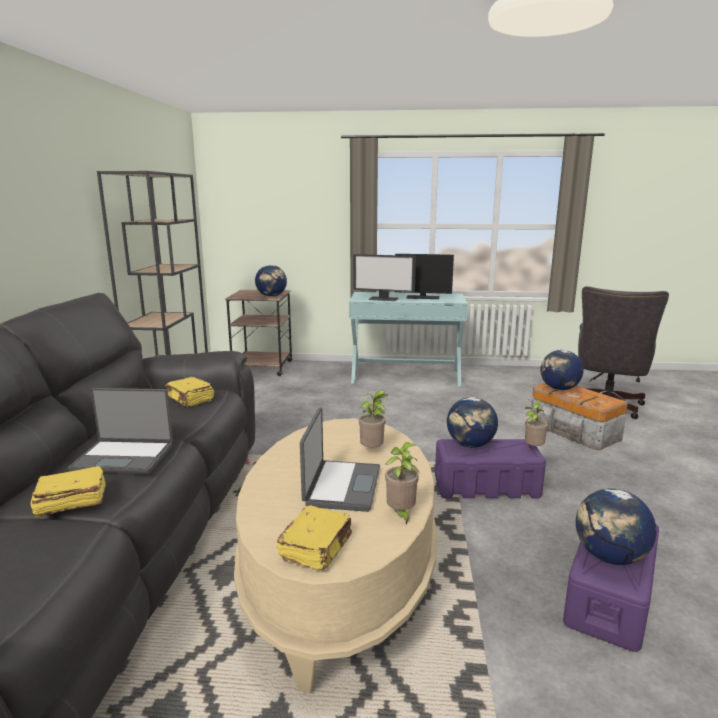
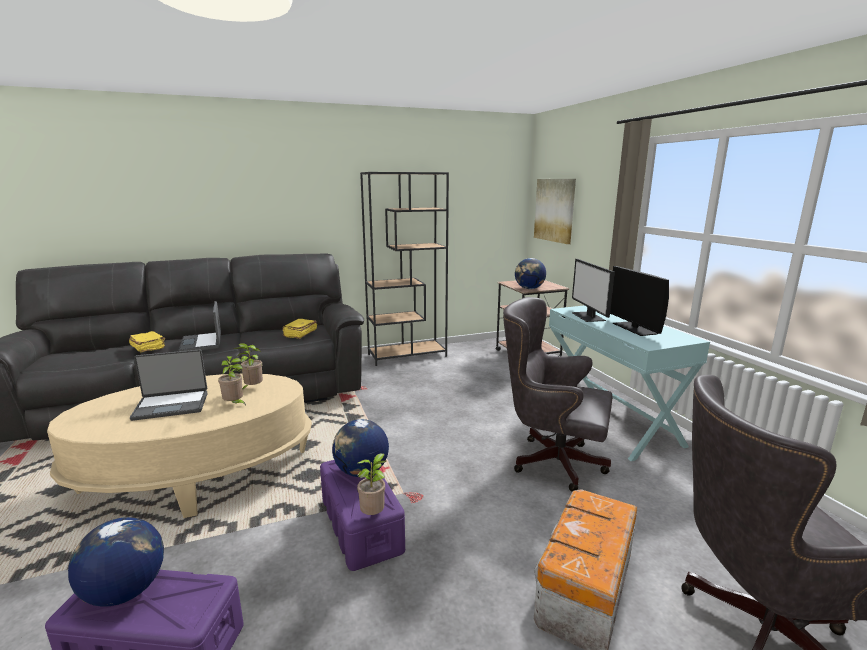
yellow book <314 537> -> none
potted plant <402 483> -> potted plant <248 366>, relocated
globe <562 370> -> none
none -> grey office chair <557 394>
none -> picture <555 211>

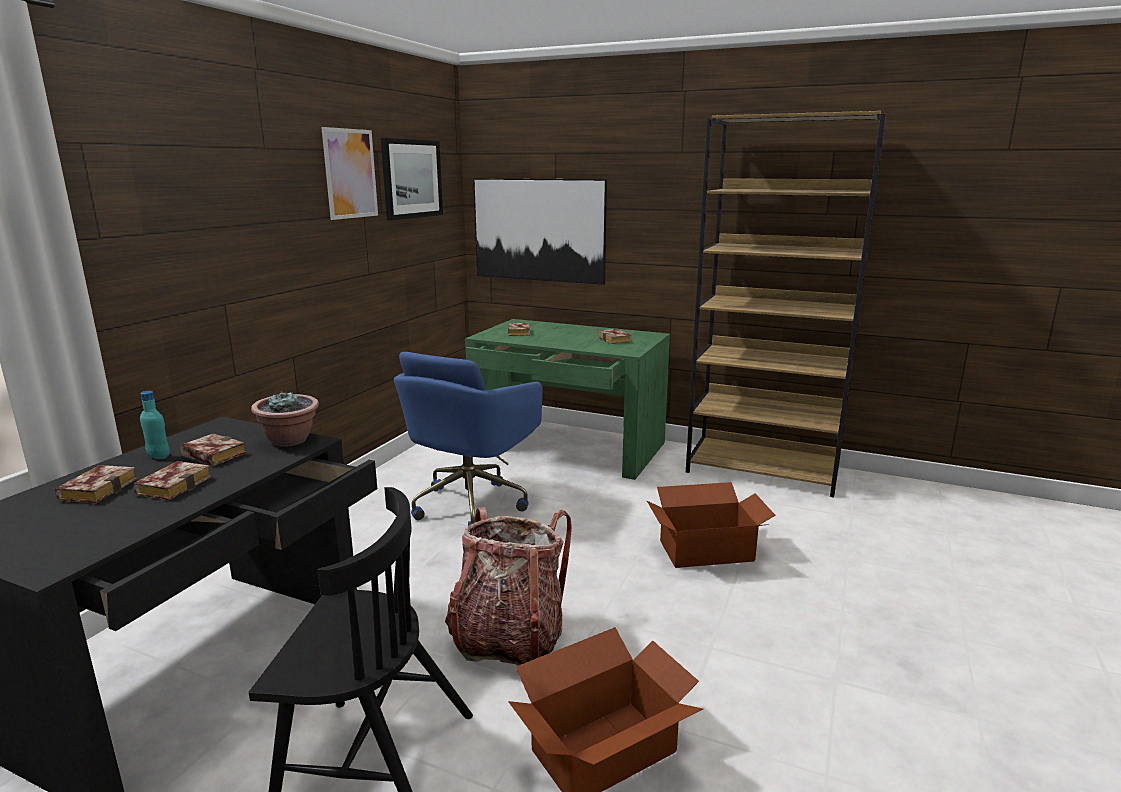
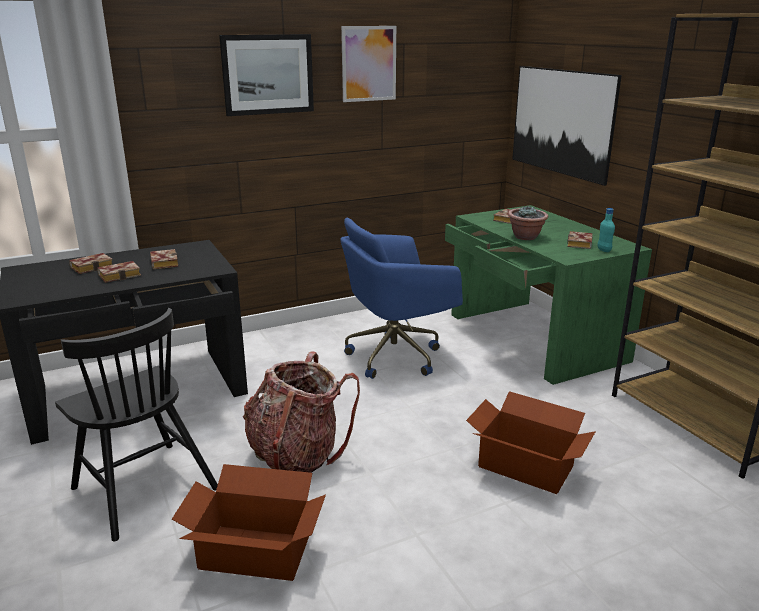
turquoise bottle <155 425> -> turquoise bottle <606 230>, relocated
potted plant <285 419> -> potted plant <528 223>, relocated
picture <412 179> -> picture <266 75>, relocated

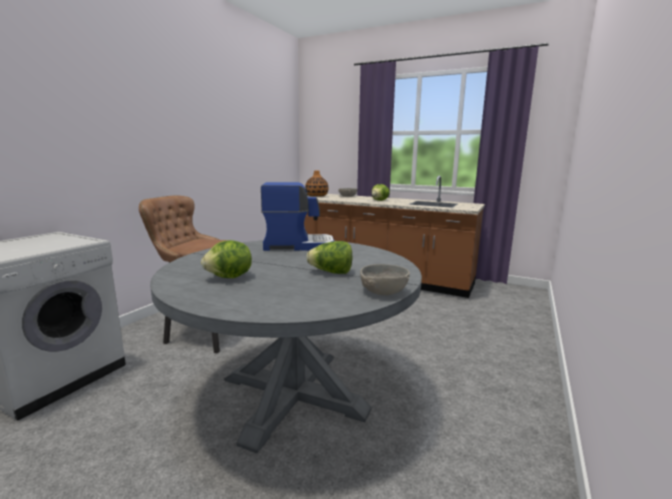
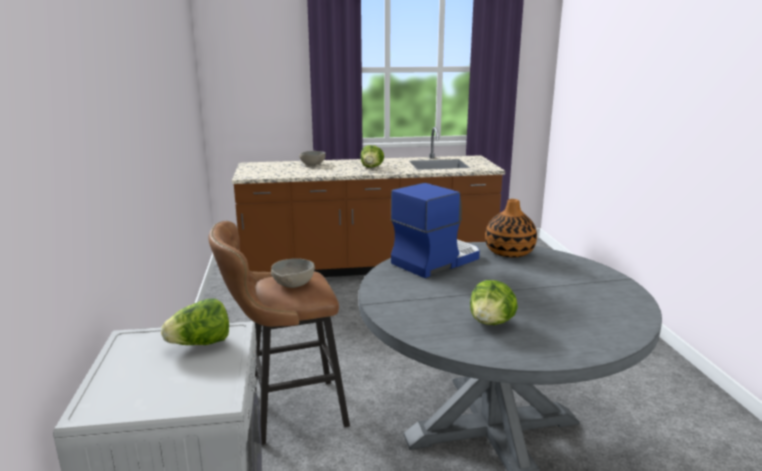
vase <317 183> -> vase <511 228>, relocated
lettuce <330 257> -> lettuce <195 322>, relocated
grey bowl <385 279> -> grey bowl <293 273>, relocated

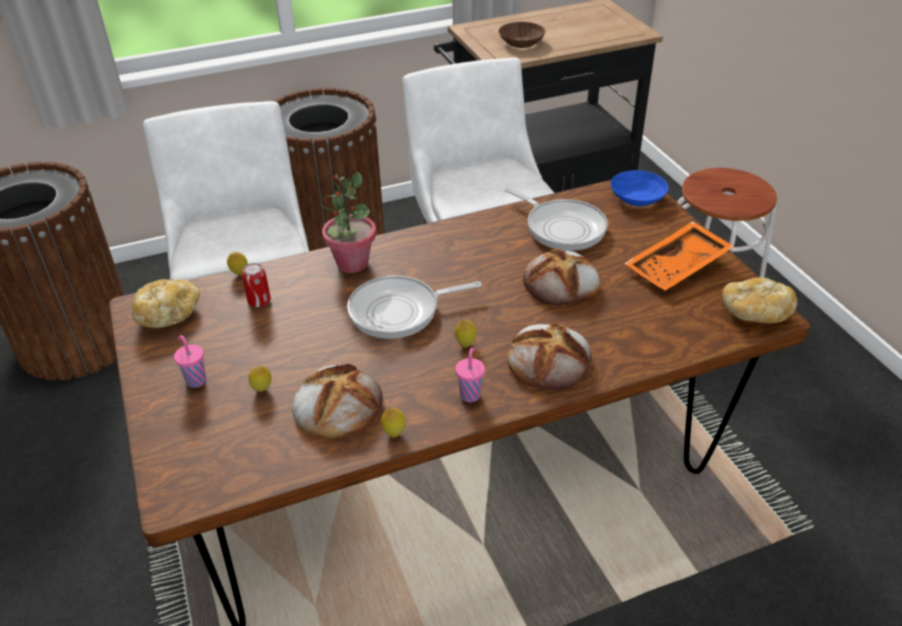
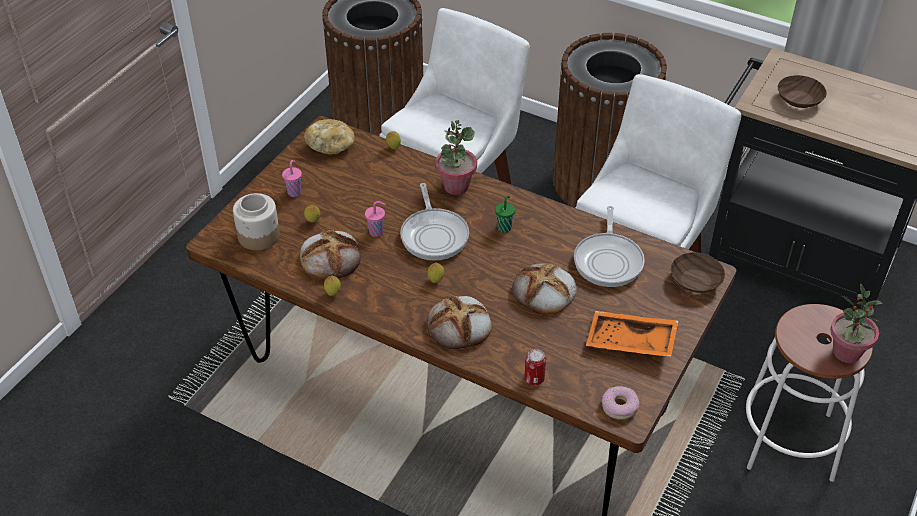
can <256 285> -> can <535 367>, relocated
frying pan <414 307> -> frying pan <434 222>, 135 degrees counterclockwise
pink cup <470 375> -> pink cup <375 219>, relocated
blue bowl <640 188> -> brown bowl <698 272>
bread <759 300> -> donut <621 403>
none -> jar <256 221>
none -> green cup <505 214>
none -> potted plant <856 323>

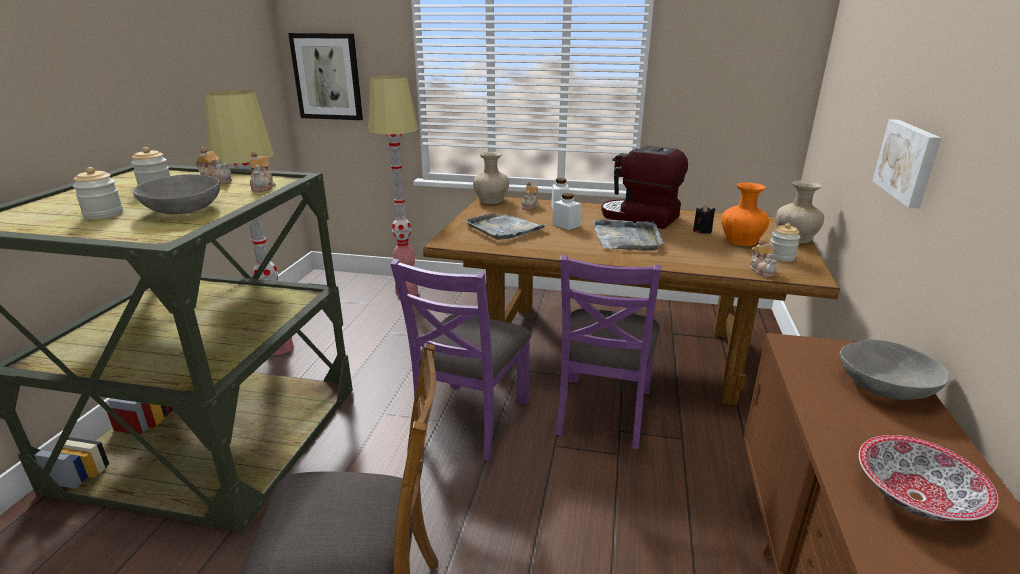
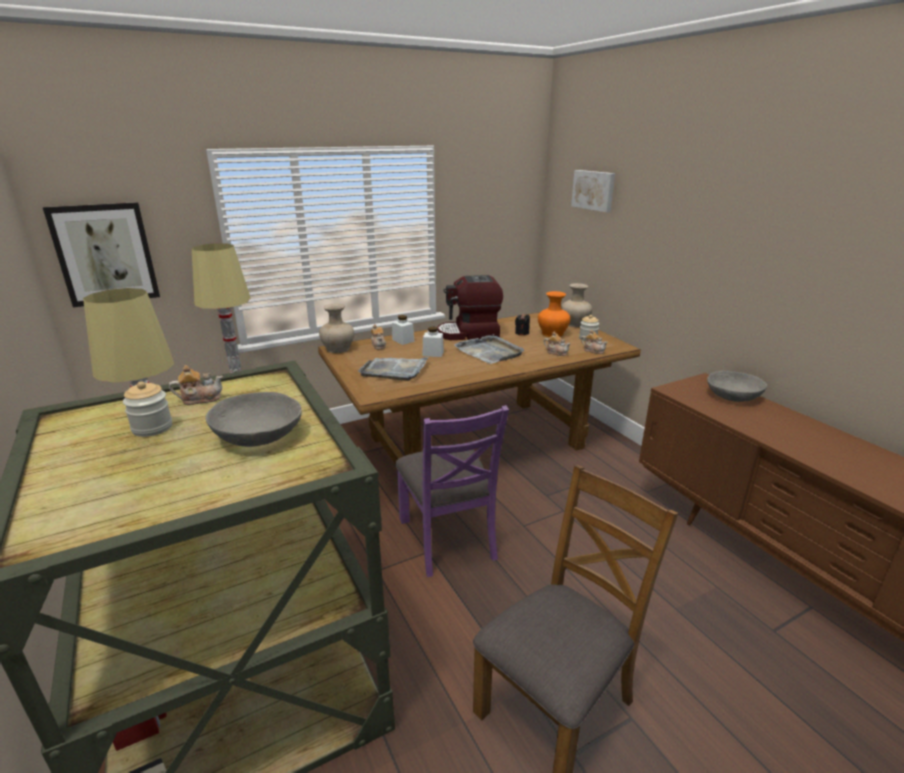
jar <98 193> -> none
teapot <263 171> -> teapot <557 343>, relocated
purple chair <608 352> -> none
bowl <928 478> -> none
picture <907 163> -> picture <593 191>, relocated

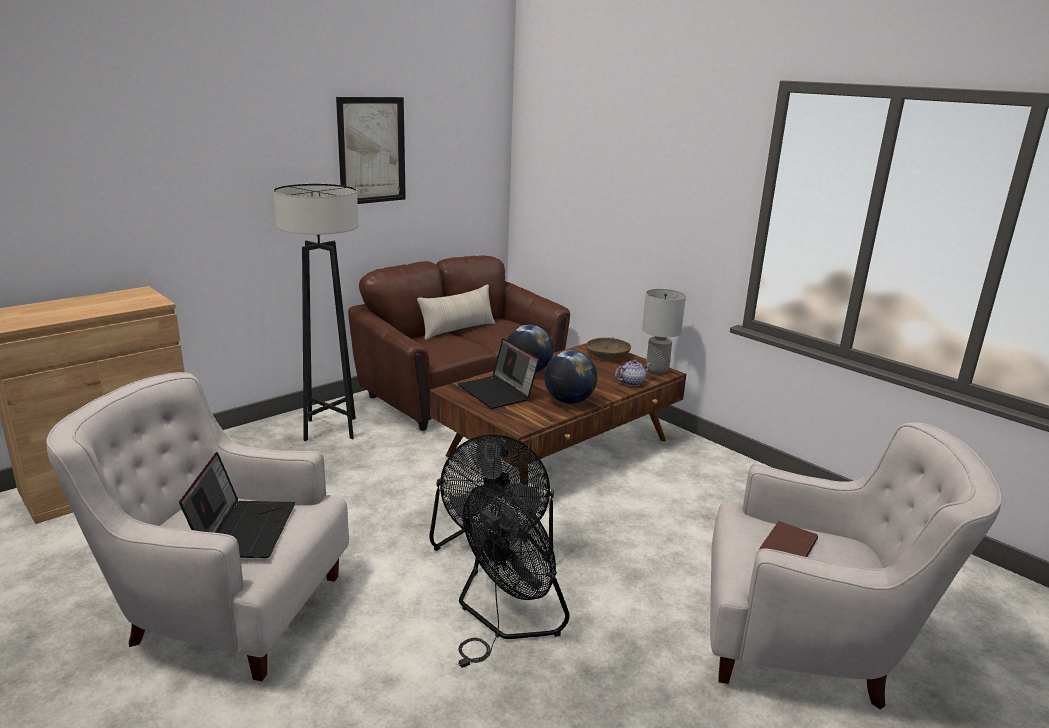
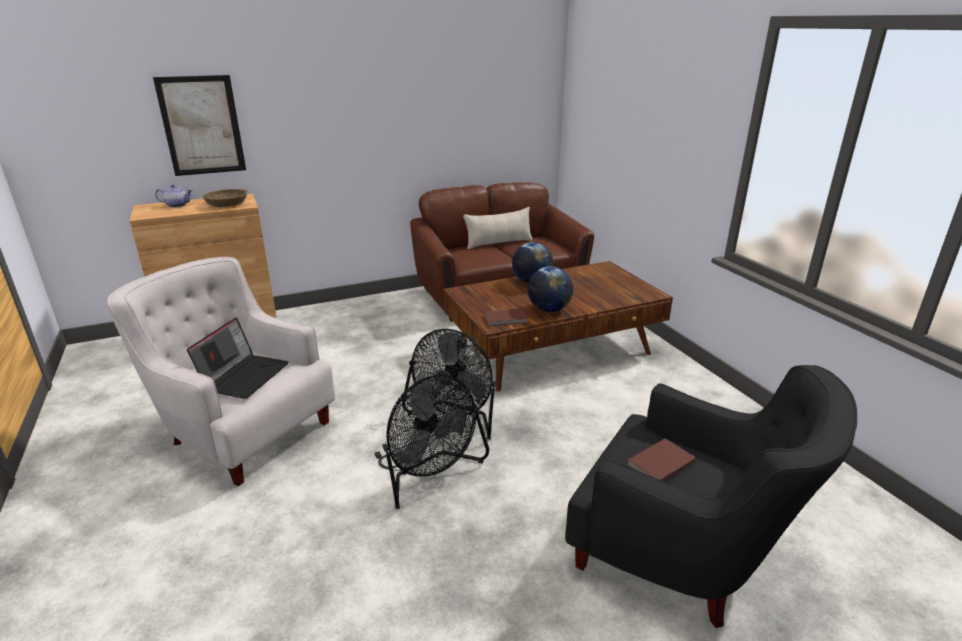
grey floor lamp <316 312> -> none
picture <371 150> -> picture <199 125>, relocated
black fan <513 576> -> black fan <432 442>, 75 degrees clockwise
laptop <498 373> -> none
brown bowl <608 348> -> brown bowl <225 198>, relocated
teapot <633 373> -> teapot <174 196>, relocated
grey table lamp <664 331> -> none
white armchair <856 566> -> black armchair <711 496>
none -> brown book <506 317>

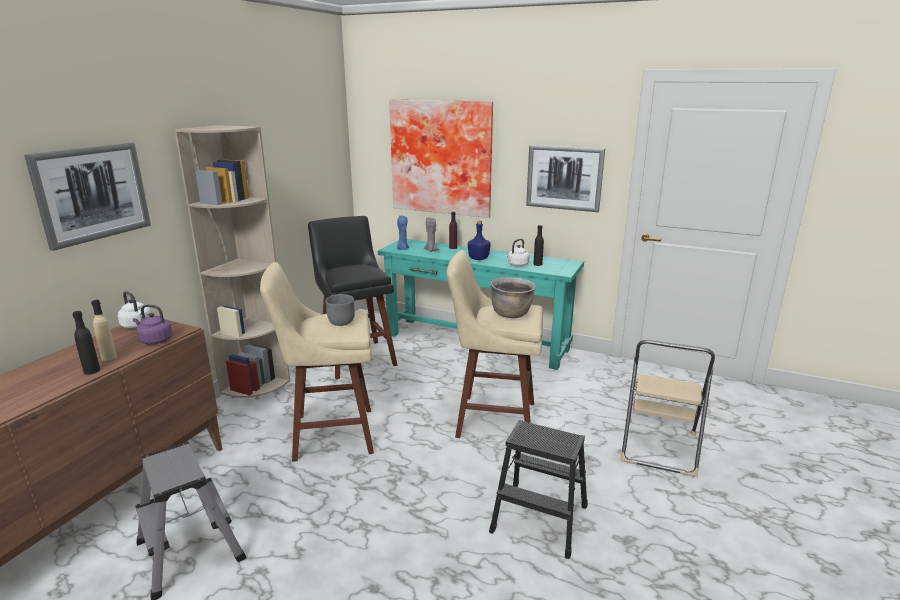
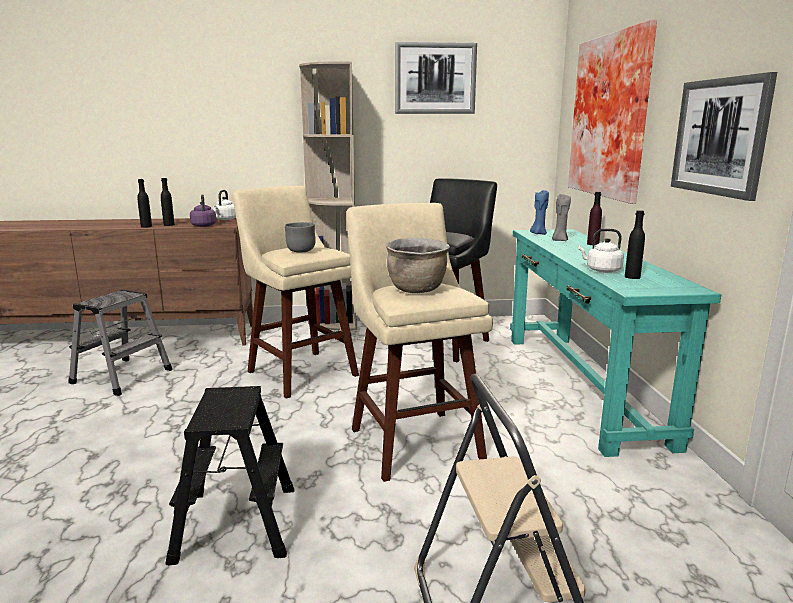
picture <87 197> -> picture <436 78>, relocated
beige bottle <104 330> -> black bottle <168 202>
blue bottle <479 240> -> none

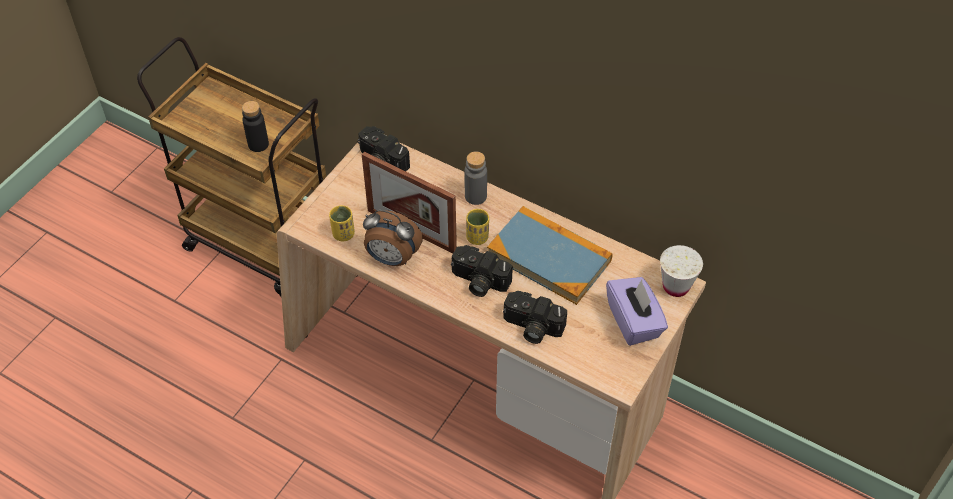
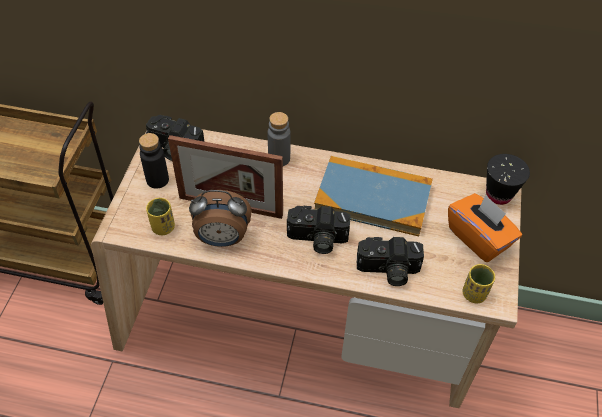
black bottle <255 126> -> black bottle <154 160>, relocated
yellow cup <477 227> -> yellow cup <479 283>, relocated
purple tissue box <637 311> -> orange tissue box <485 227>
white cup <681 271> -> black cup <508 179>

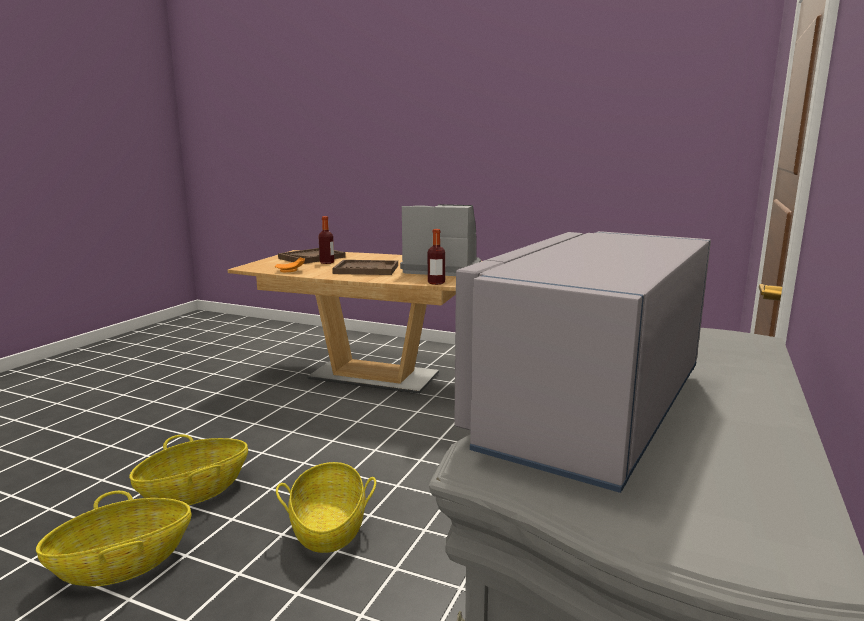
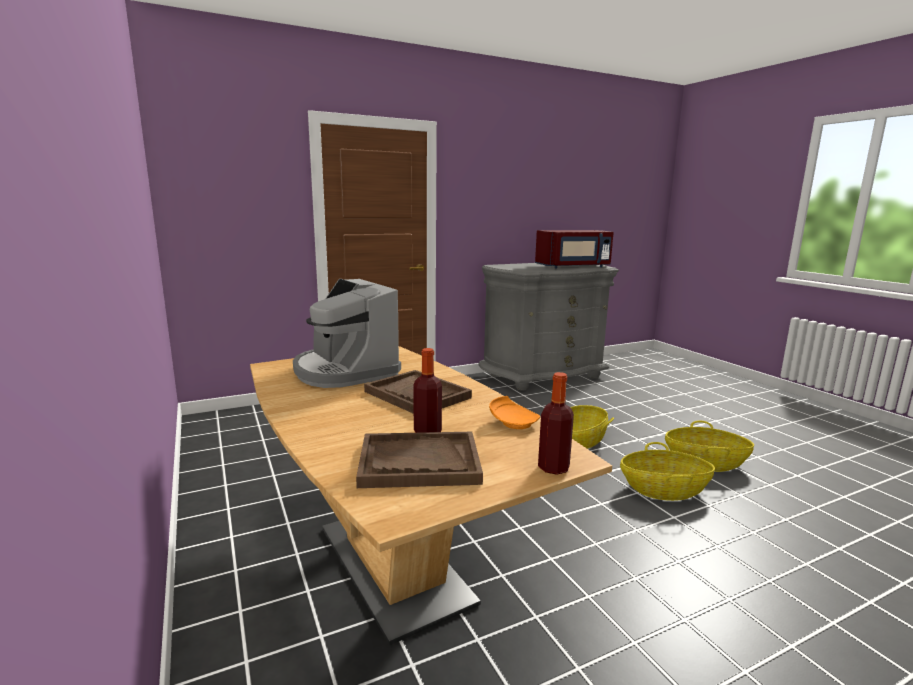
bottle <436 257> -> bottle <556 423>, relocated
grey microwave <582 362> -> red microwave <574 249>

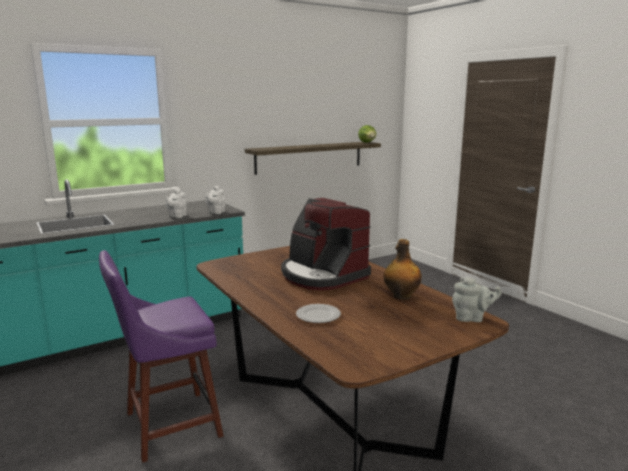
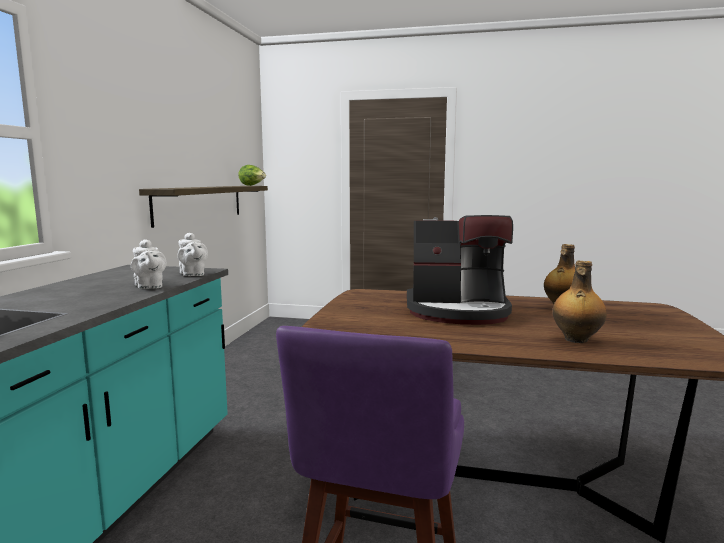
plate <318 313> -> bottle <579 302>
grey teapot <476 299> -> none

